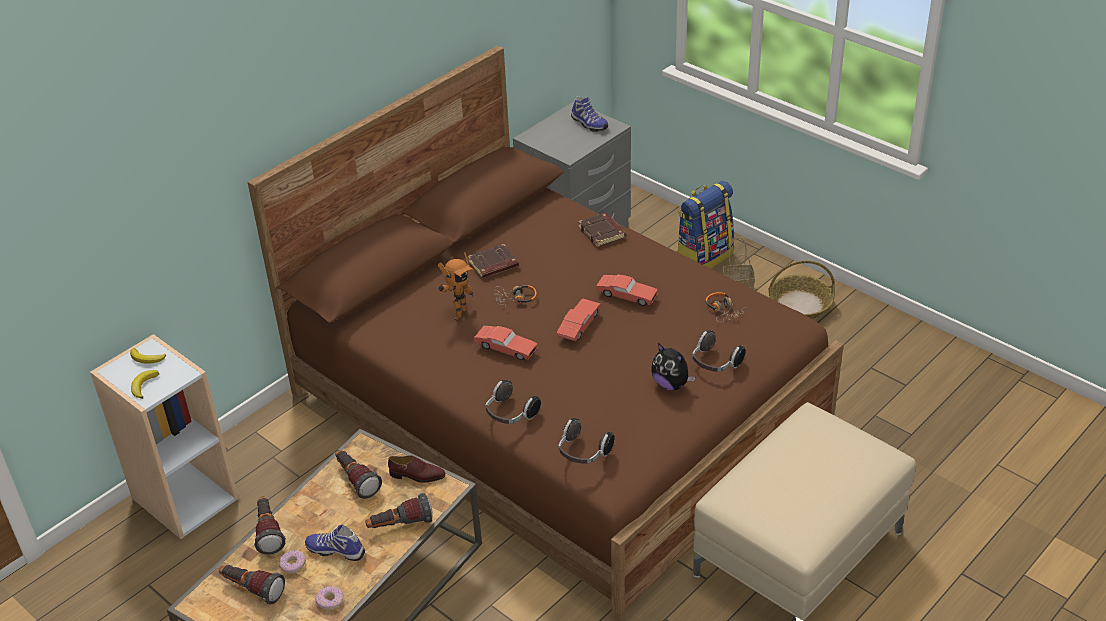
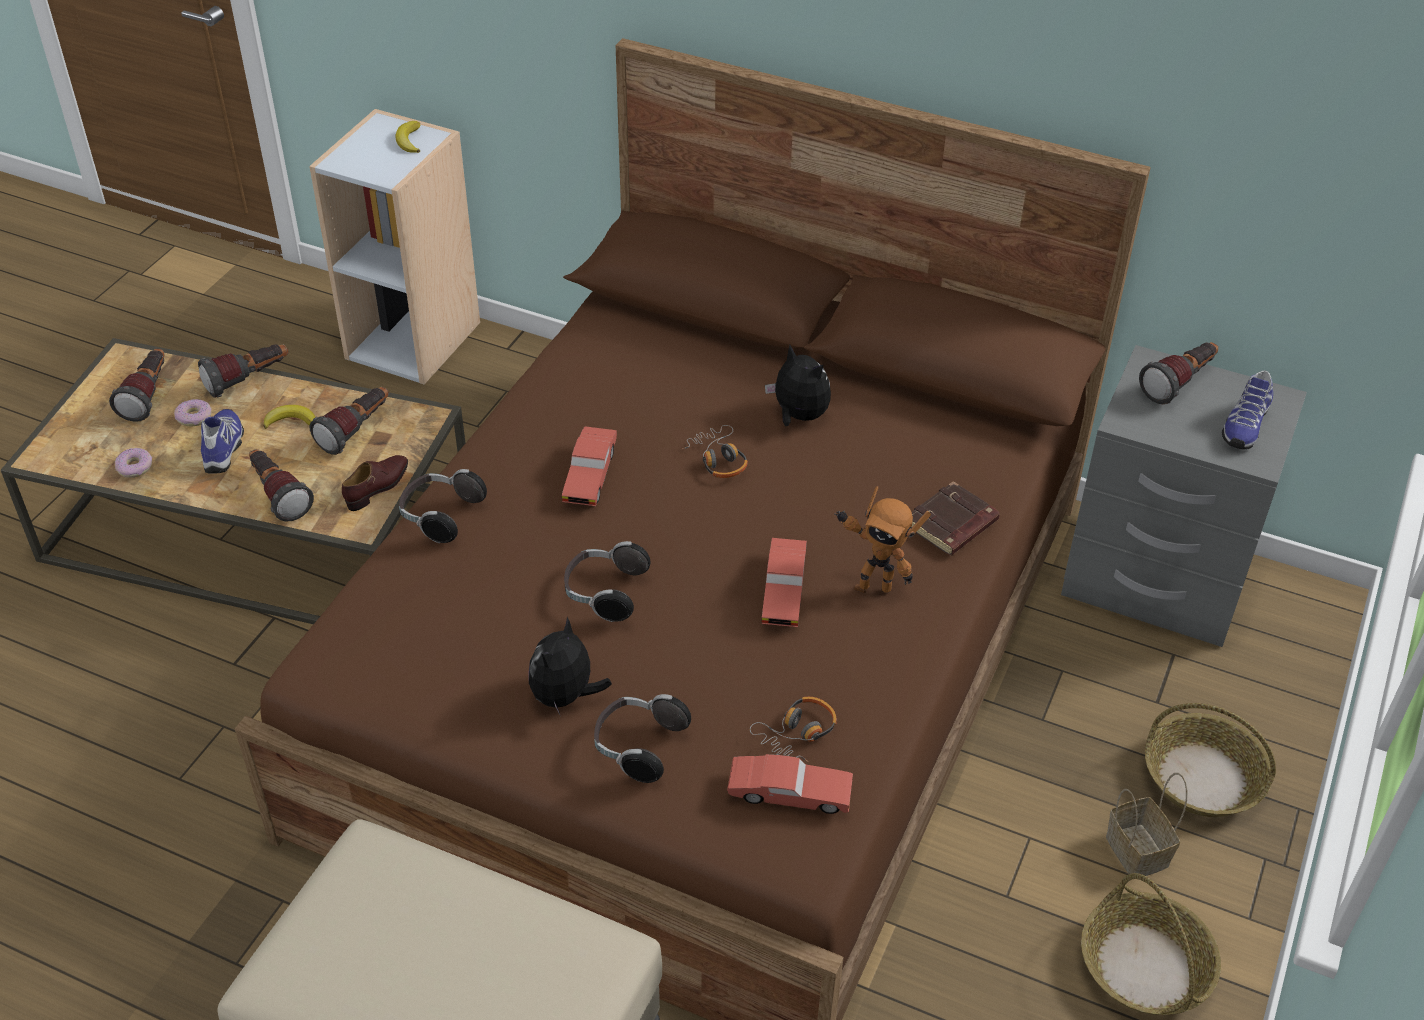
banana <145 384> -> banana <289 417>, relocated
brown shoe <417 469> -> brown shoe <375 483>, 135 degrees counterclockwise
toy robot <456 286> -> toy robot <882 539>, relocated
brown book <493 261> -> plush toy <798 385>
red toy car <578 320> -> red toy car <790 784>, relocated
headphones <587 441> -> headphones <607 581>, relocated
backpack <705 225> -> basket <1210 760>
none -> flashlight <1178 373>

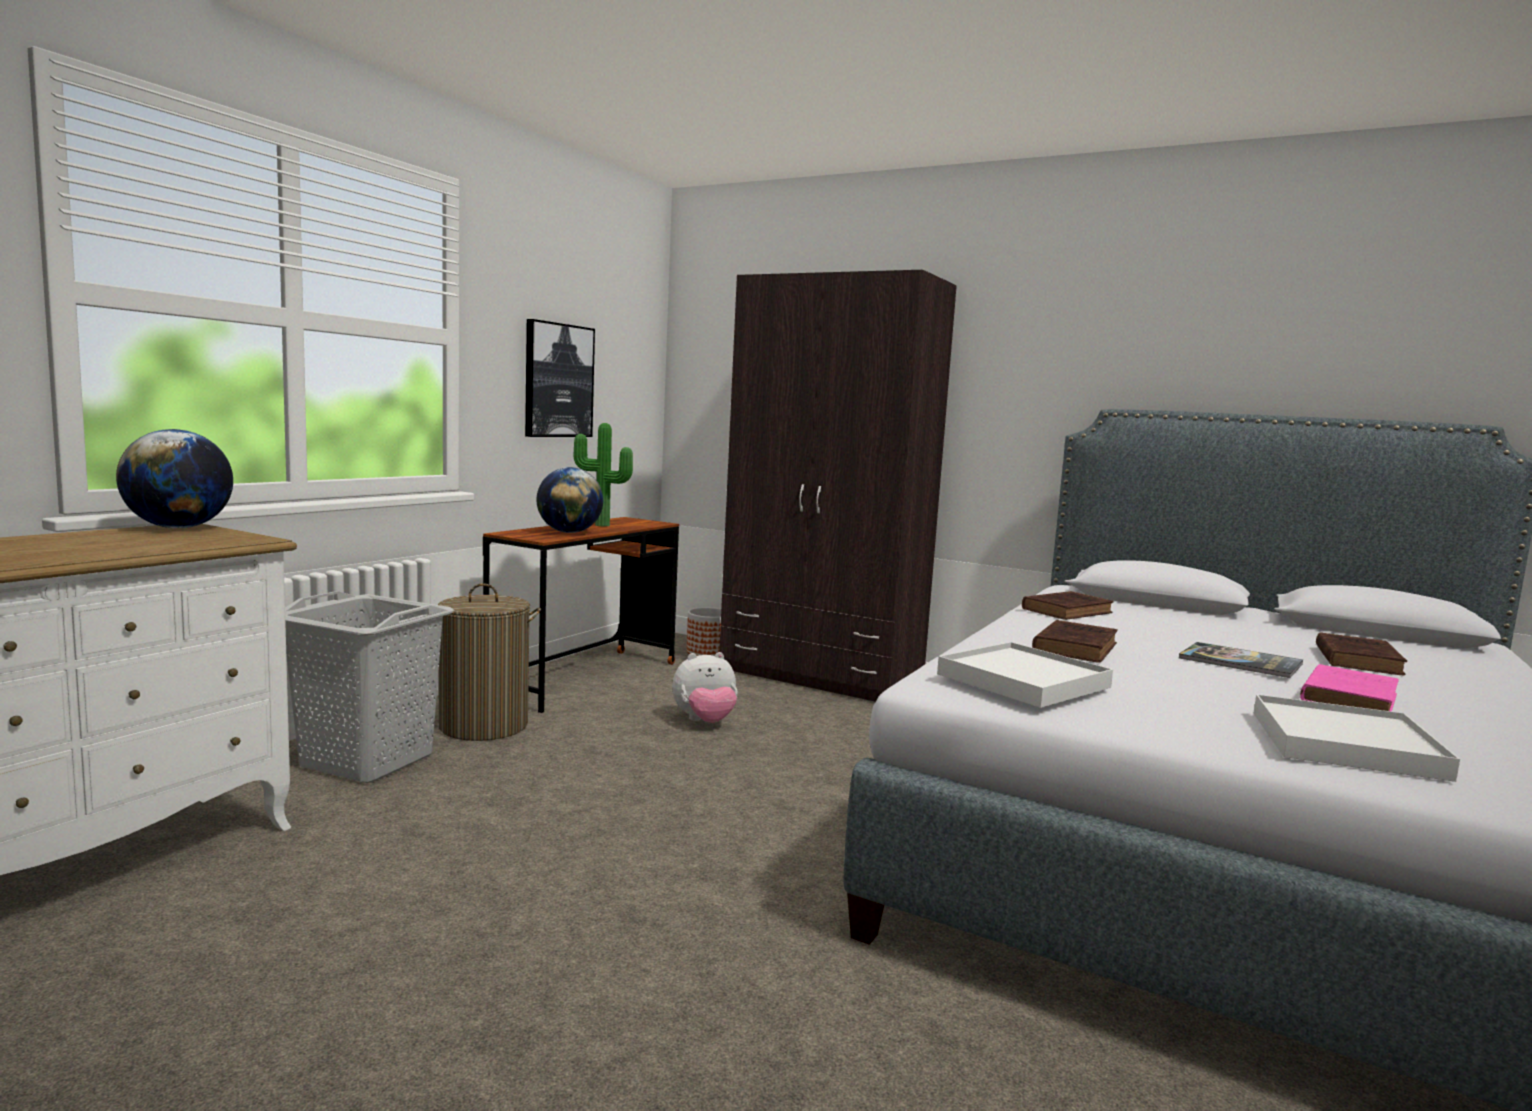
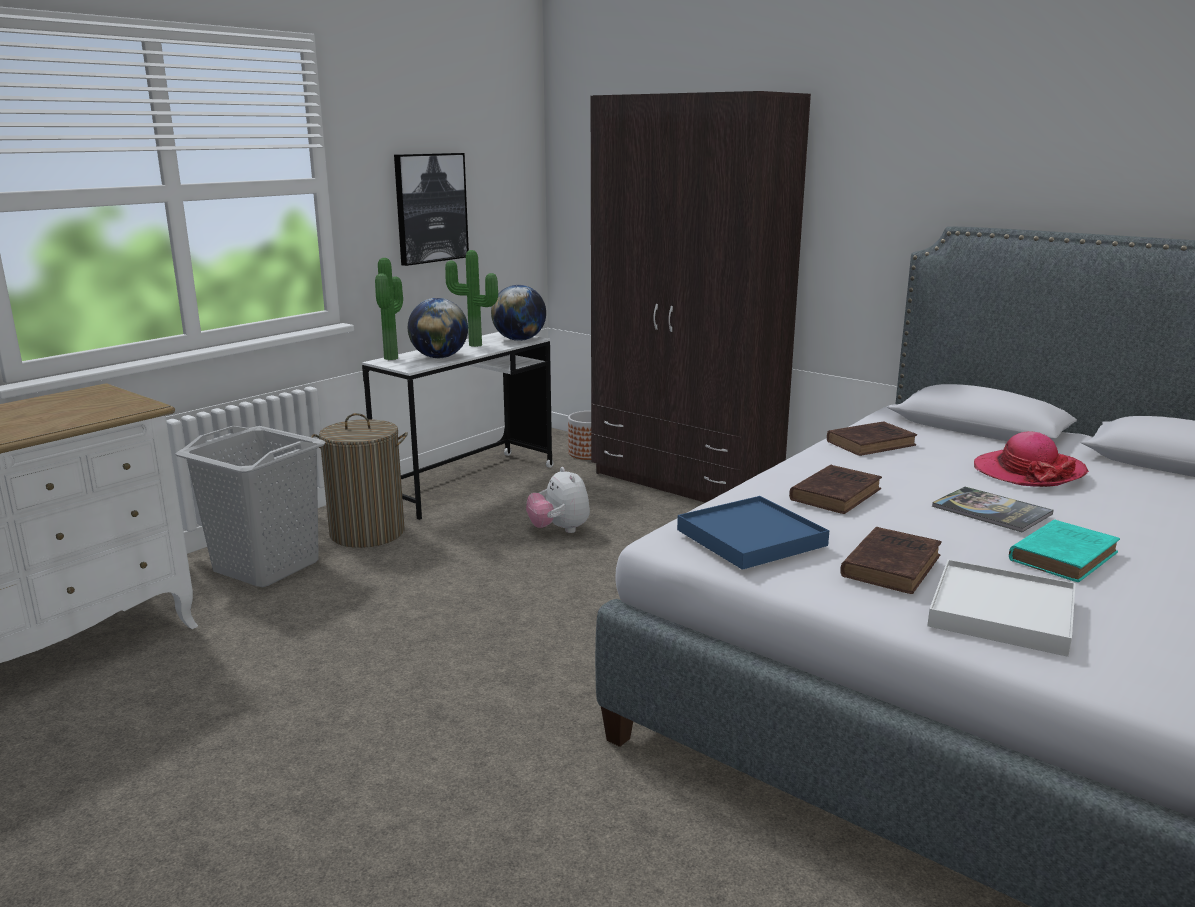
globe <174 478> -> globe <518 313>, relocated
brown desk <581 615> -> white desk <458 426>
plush toy <705 687> -> plush toy <558 500>, 75 degrees clockwise
white tray <1025 675> -> blue tray <753 533>
pink book <1349 687> -> turquoise book <1064 550>
brown book <1361 653> -> brown book <891 560>, relocated
none -> potted plant <389 309>
none -> hat <1031 459>

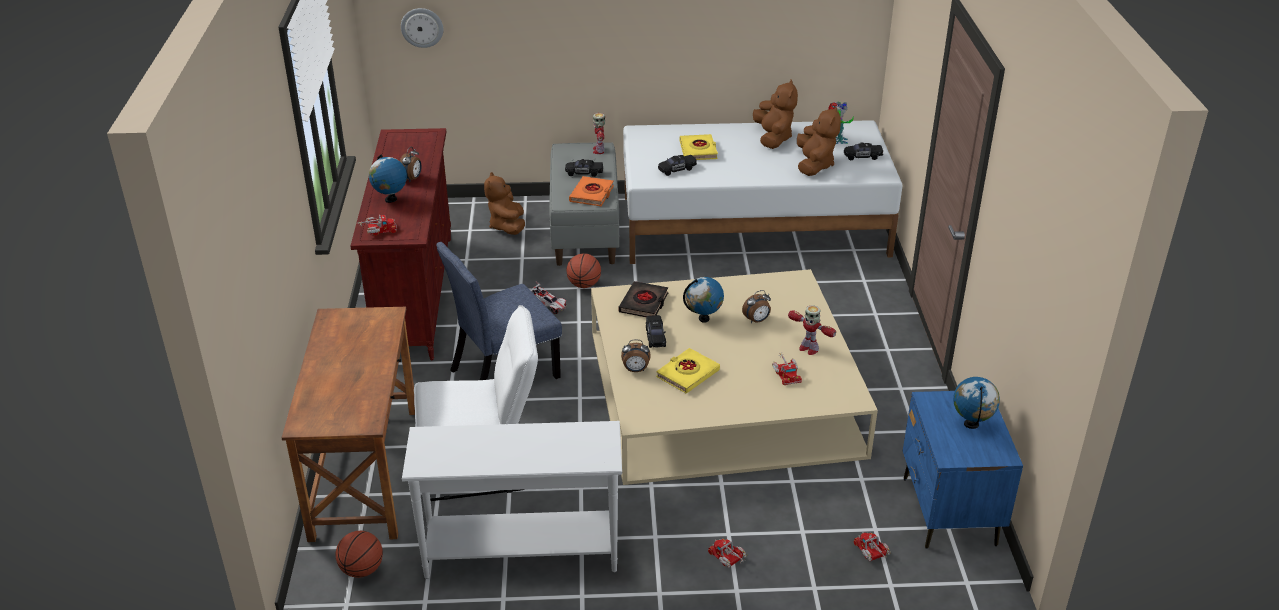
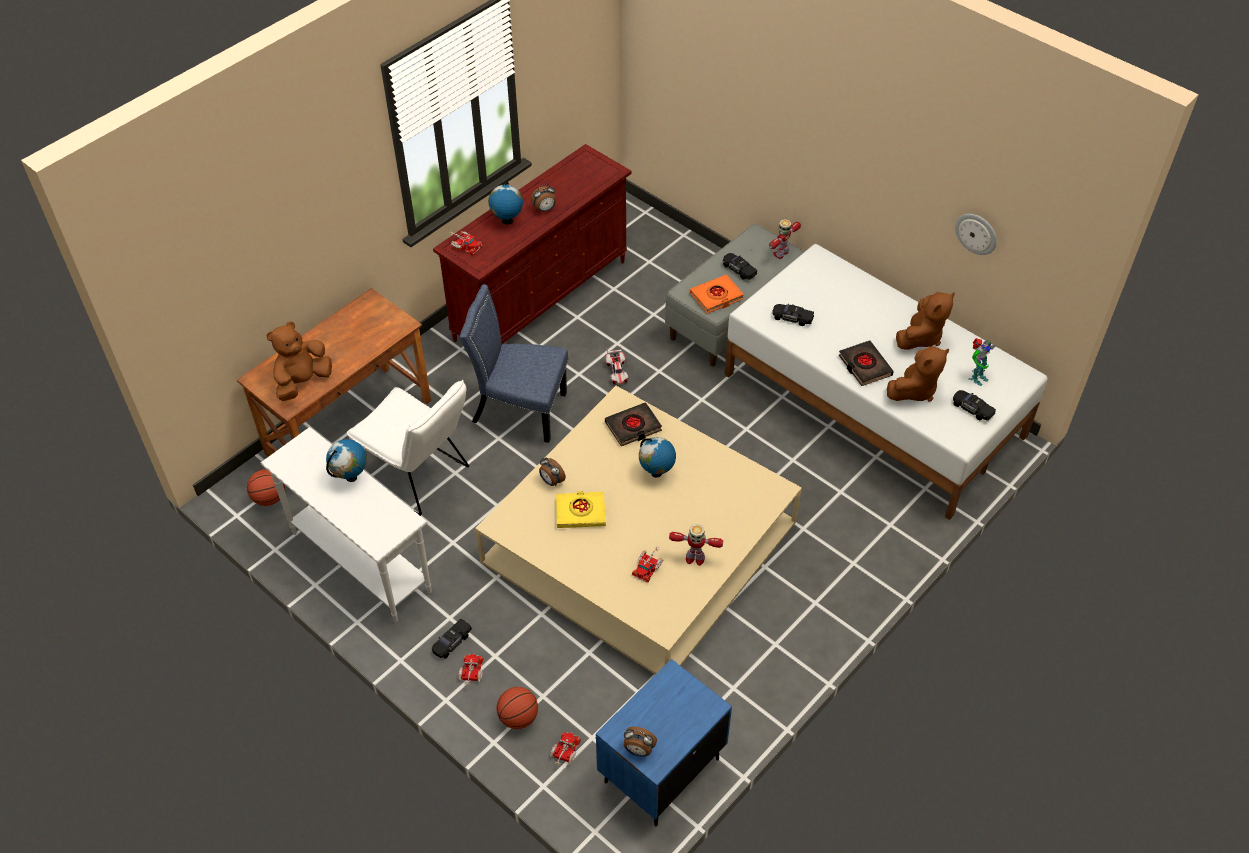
wall clock <422 28> -> wall clock <976 234>, relocated
brown plush toy <504 203> -> brown plush toy <299 361>, relocated
basketball <583 270> -> basketball <517 708>, relocated
black toy car <656 331> -> black toy car <452 639>, relocated
yellow book <699 147> -> none
alarm clock <756 306> -> alarm clock <640 741>, relocated
toy robot <812 330> -> toy robot <696 545>, 75 degrees counterclockwise
globe <976 403> -> globe <346 460>, relocated
none -> black book <866 363>

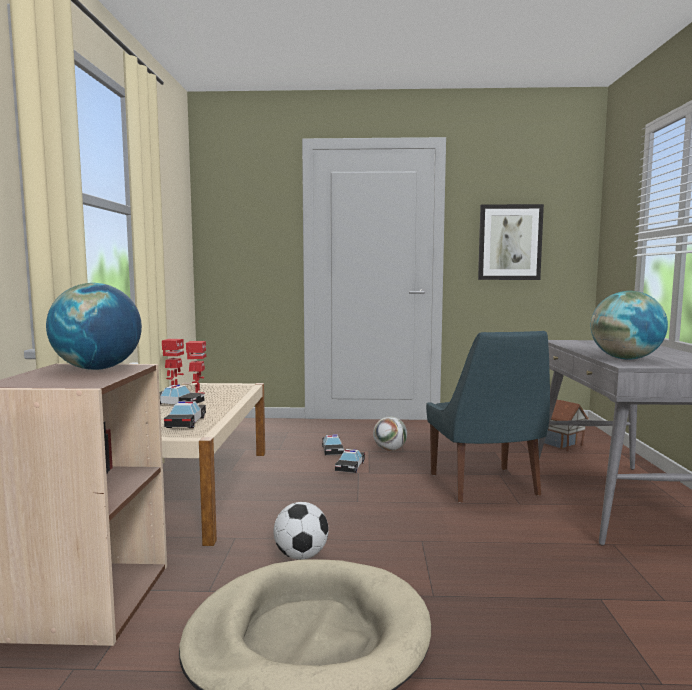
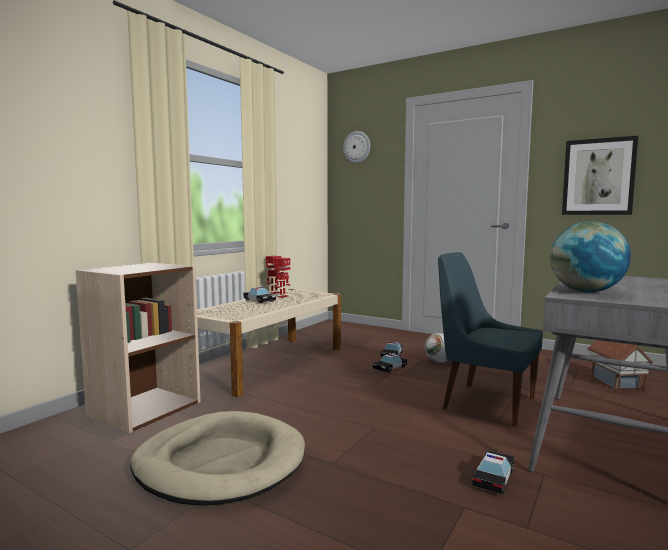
globe <94 326> -> none
toy car <185 414> -> toy car <493 472>, relocated
football <301 531> -> none
blue chair <488 416> -> blue chair <490 340>, 105 degrees clockwise
none -> wall clock <356 147>

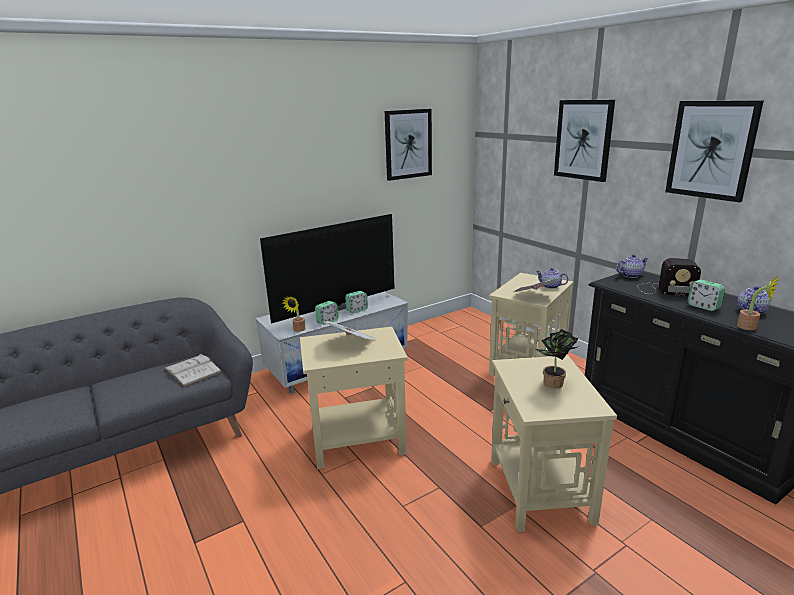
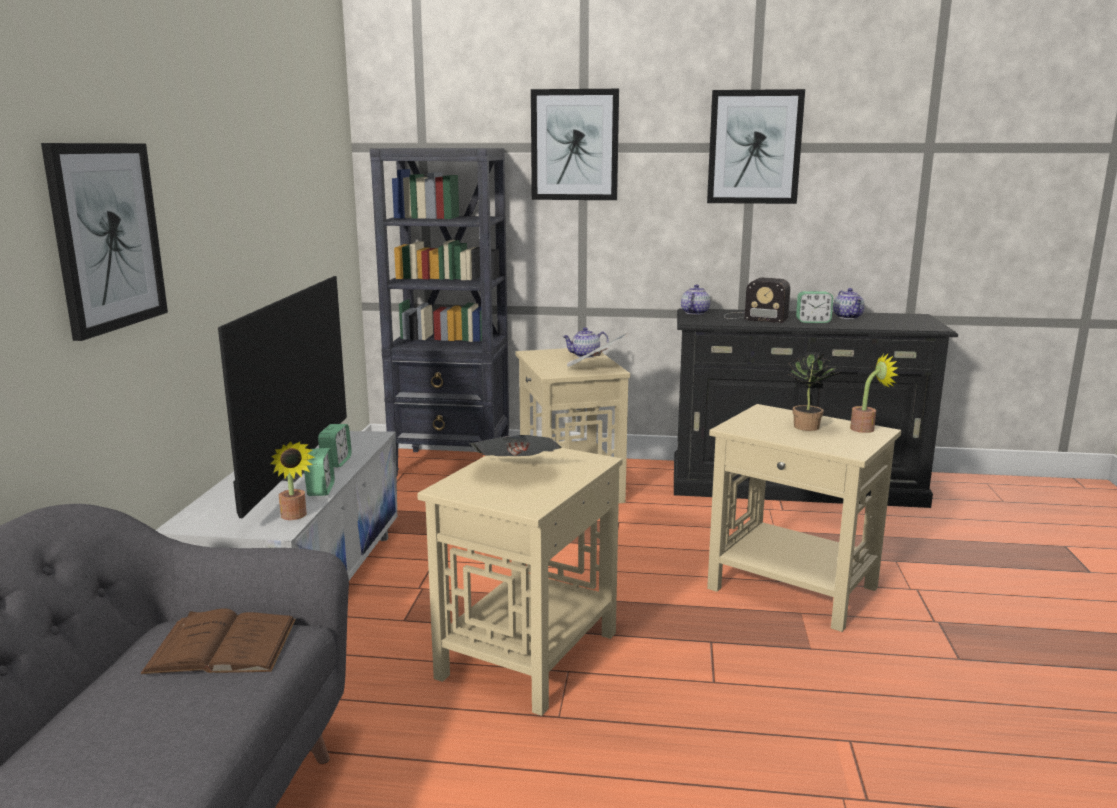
white book <193 370> -> brown book <218 641>
picture <408 145> -> picture <104 242>, relocated
radio <669 277> -> radio <757 300>, 60 degrees clockwise
potted plant <757 303> -> potted plant <874 393>, relocated
none -> black bookcase <439 312>

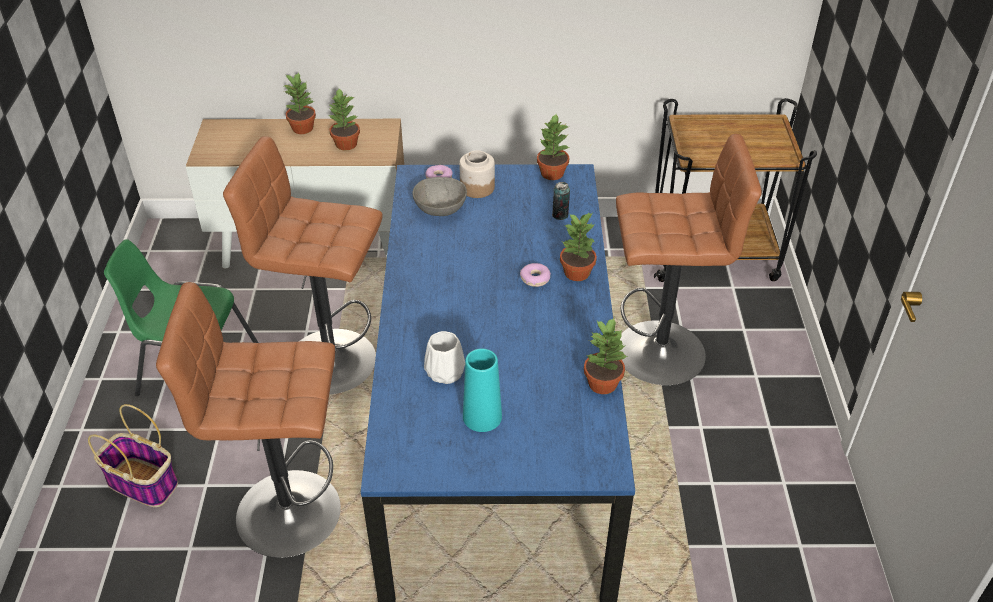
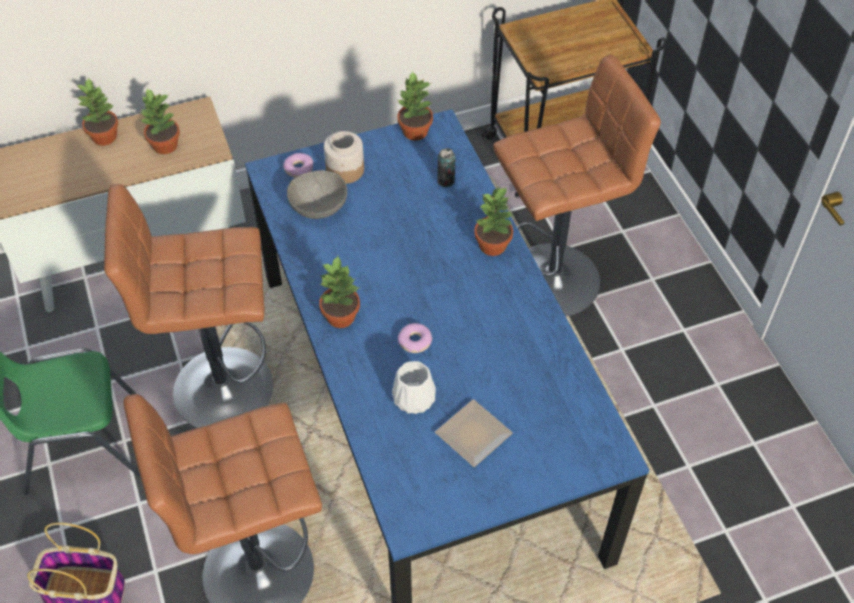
turquoise vase <482 390> -> plate <474 433>
donut <535 275> -> donut <415 338>, relocated
potted plant <606 356> -> potted plant <339 292>, relocated

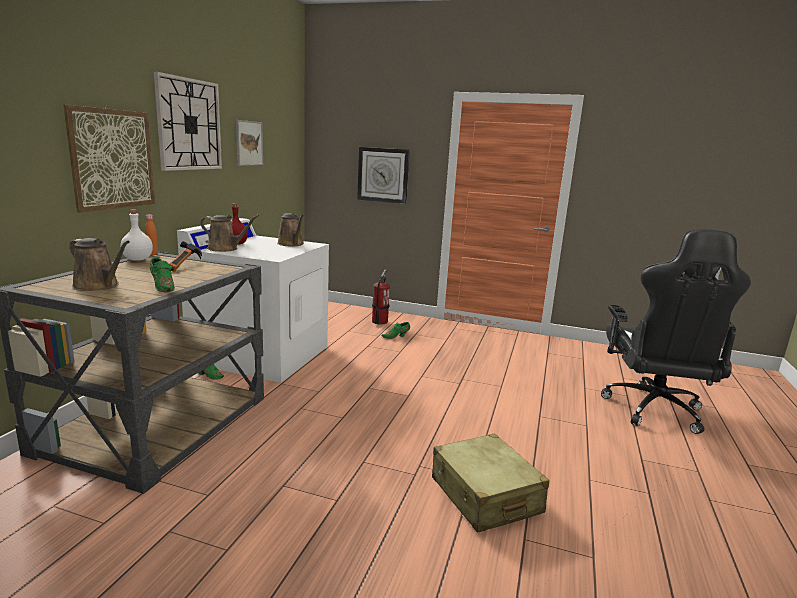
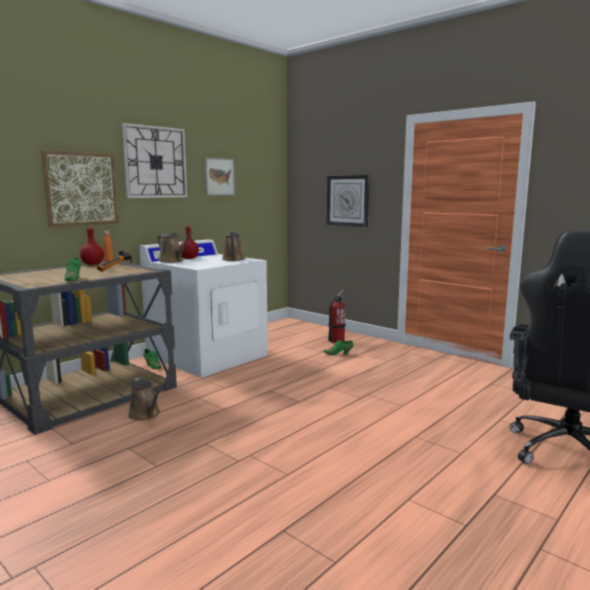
brown watering can <99 264> -> brown watering can <144 399>, relocated
white bottle <137 235> -> red bottle <92 245>
beige suitcase <490 483> -> none

